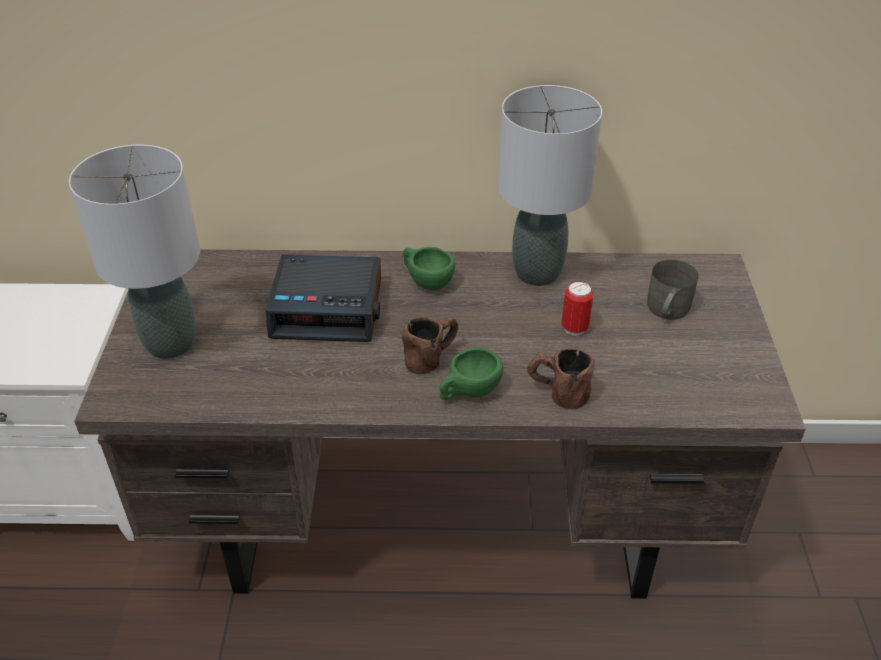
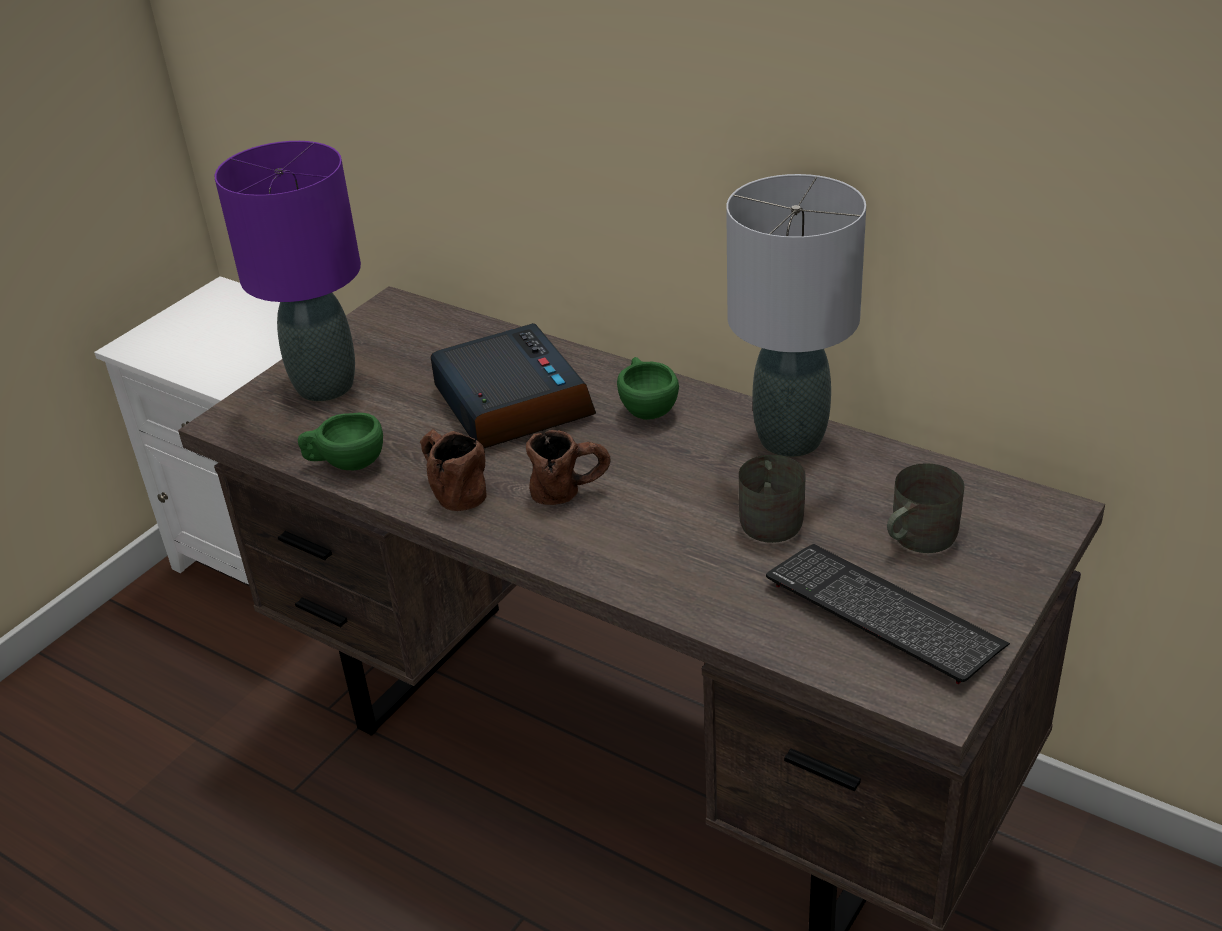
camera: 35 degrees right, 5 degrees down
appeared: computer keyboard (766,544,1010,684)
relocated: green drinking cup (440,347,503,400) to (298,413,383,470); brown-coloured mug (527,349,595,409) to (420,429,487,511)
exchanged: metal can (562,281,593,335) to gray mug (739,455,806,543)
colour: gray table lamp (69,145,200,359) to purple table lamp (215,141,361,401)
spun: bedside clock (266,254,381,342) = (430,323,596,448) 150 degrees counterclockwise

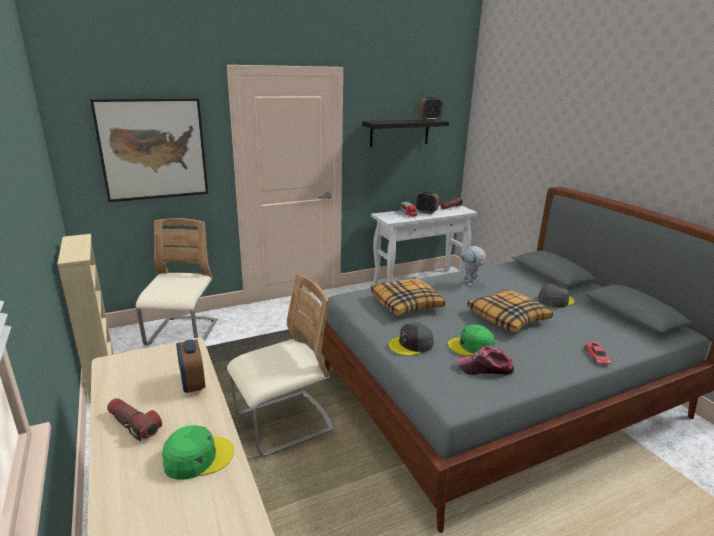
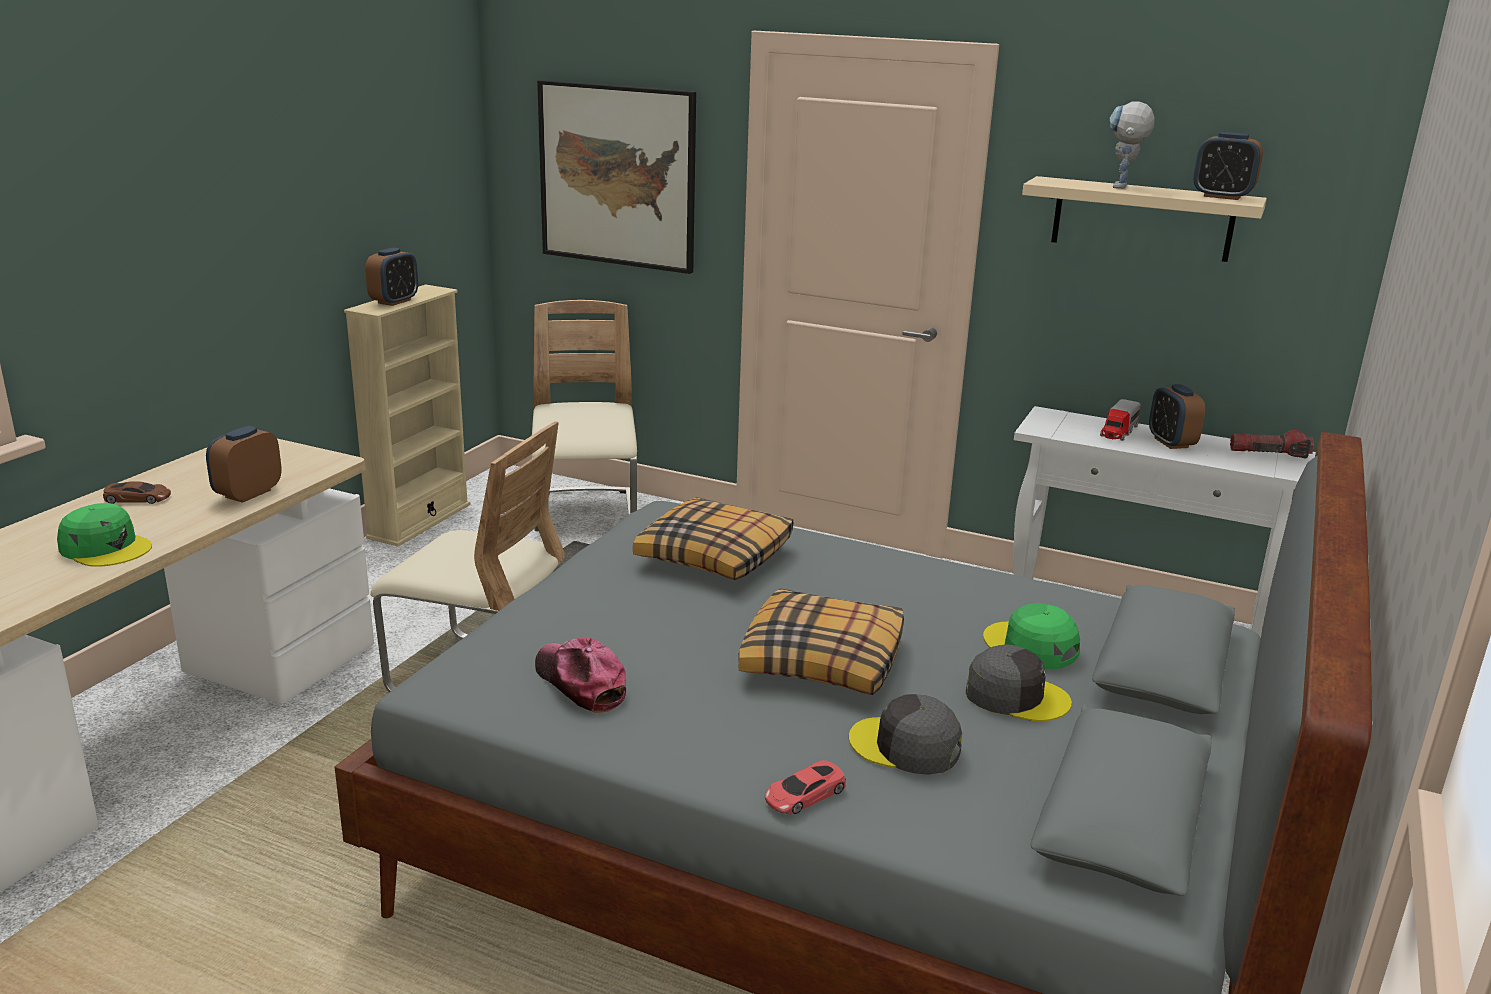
camera: 50 degrees right, 0 degrees up
appeared: bedside clock (365,248,418,306)
relocated: gray baseball cap (389,322,434,356) to (849,694,962,775); green baseball cap (448,324,495,356) to (983,603,1080,670); toy robot (461,246,486,286) to (1110,101,1155,189)
exchanged: torch (107,398,162,441) to brown-coloured miniature car (103,481,171,504)
colour: black bracket shelf (362,119,449,147) to beige-coloured bracket shelf (1022,176,1267,262)
spun: beige-coloured upright chair (136,218,218,345) = (531,300,637,531) 60 degrees counterclockwise

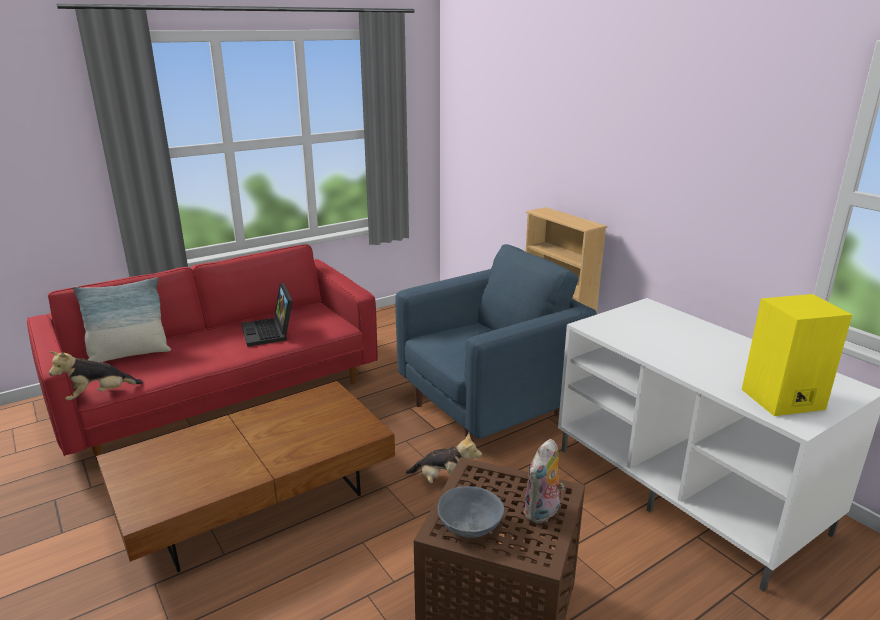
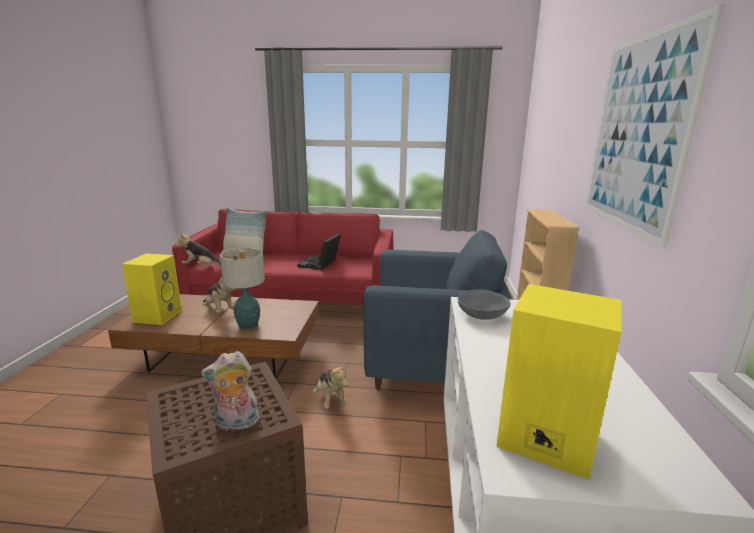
camera: 40 degrees right, 5 degrees down
appeared: yellow-coloured audio speaker (122,254,182,325); soft toy (202,278,236,313); table lamp (220,248,265,330); picture (585,4,724,248)
relocated: gray serving bowl (438,486,504,538) to (458,289,511,320)

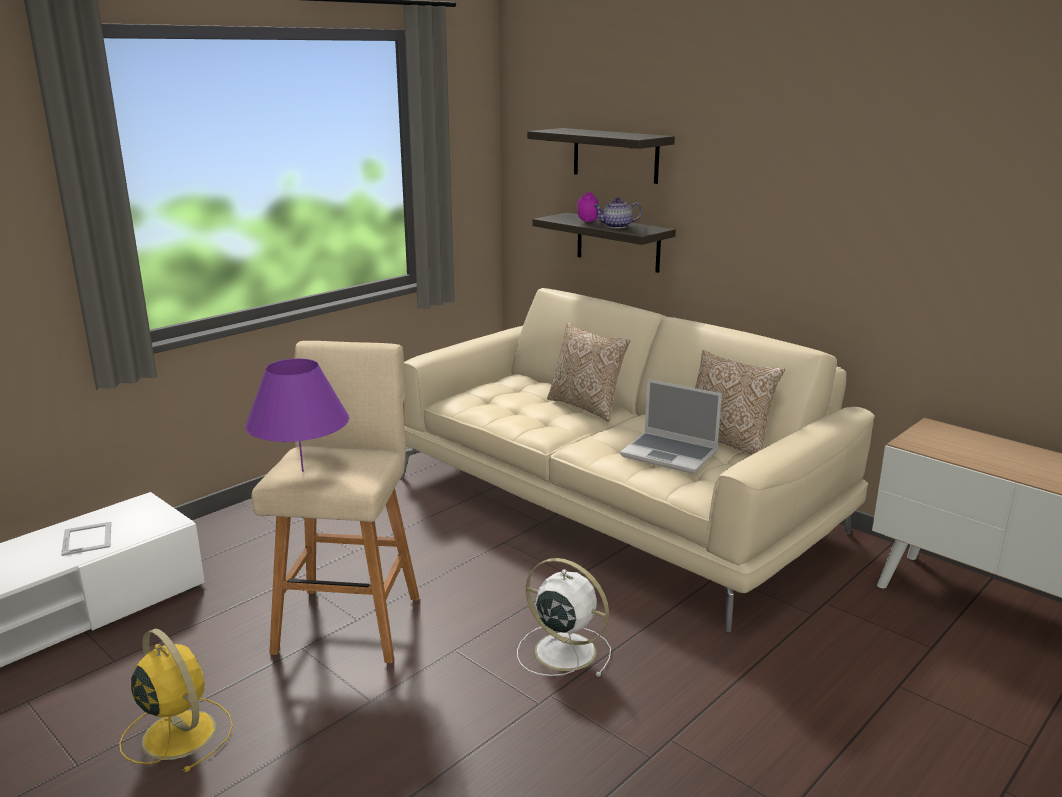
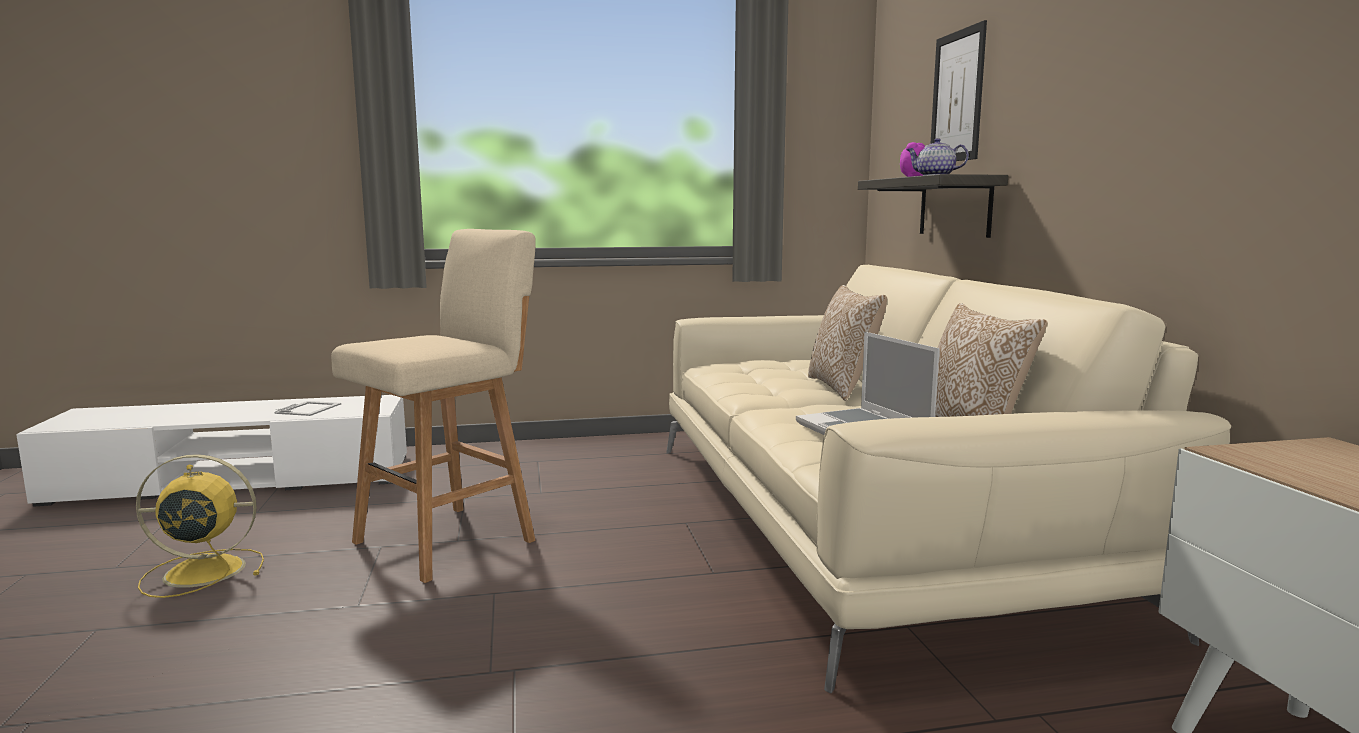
camera: 35 degrees right, 10 degrees down
missing: purple table lamp (245,358,349,472); whitish fan (517,558,611,677)
exchanged: bracket shelf (527,128,675,184) to picture (930,20,987,161)
spun: yellow-coloured fan (119,628,233,772) = (136,454,264,598) 90 degrees counterclockwise

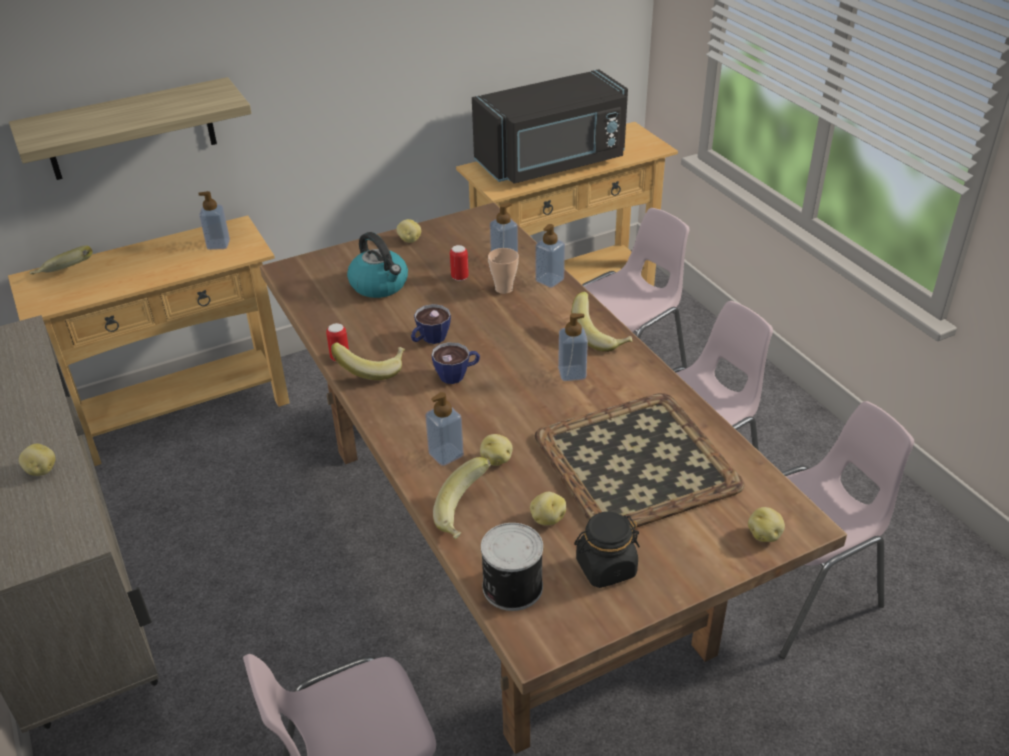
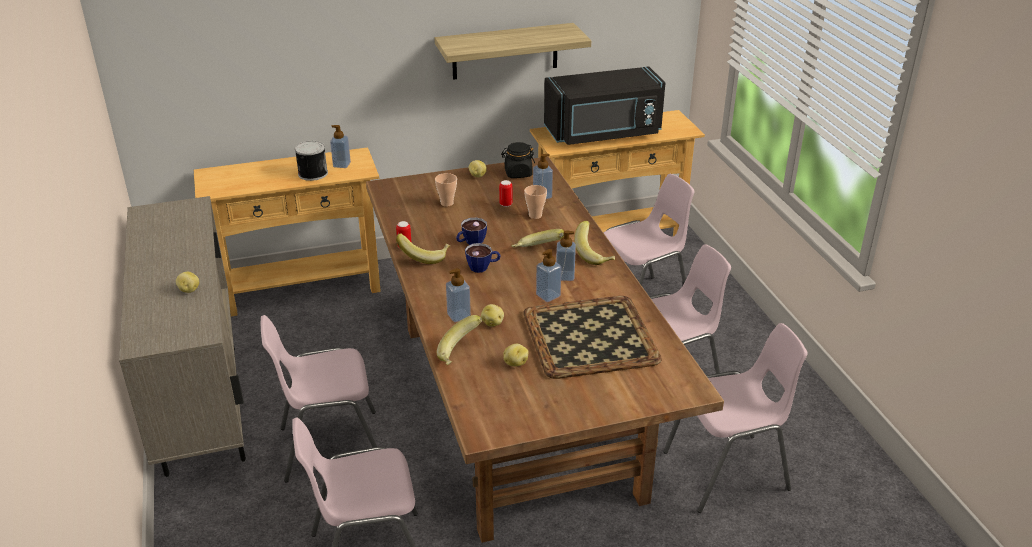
camera: 10 degrees right, 5 degrees down
missing: whole potato (748,507,785,542)
appeared: pink-coloured upright chair (261,315,377,482)
relocated: metal can (481,523,543,611) to (295,141,328,181); bracket shelf (9,77,252,180) to (434,23,591,80); black preserve jar (574,512,640,588) to (501,142,535,178); banana (29,245,93,275) to (511,229,564,248); soap bottle (535,224,565,288) to (536,249,562,302)
exchanged: water kettle (347,232,408,298) to drinking cup (435,173,457,207)

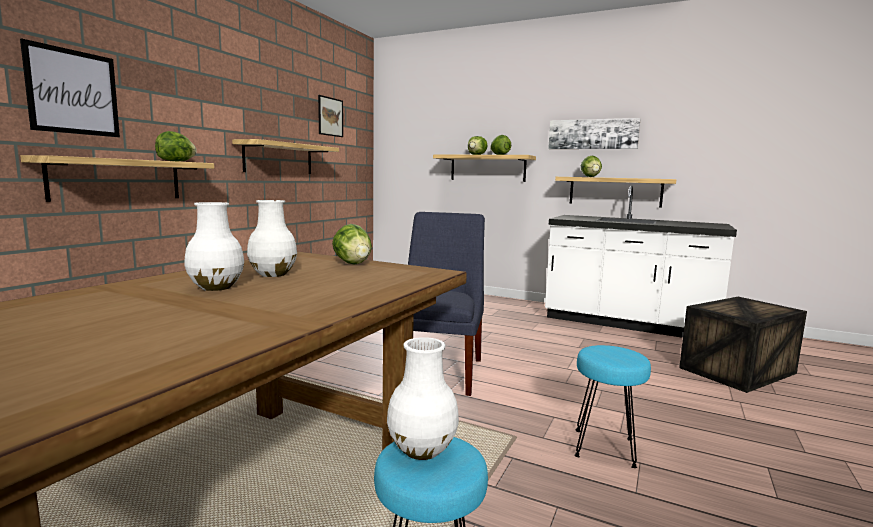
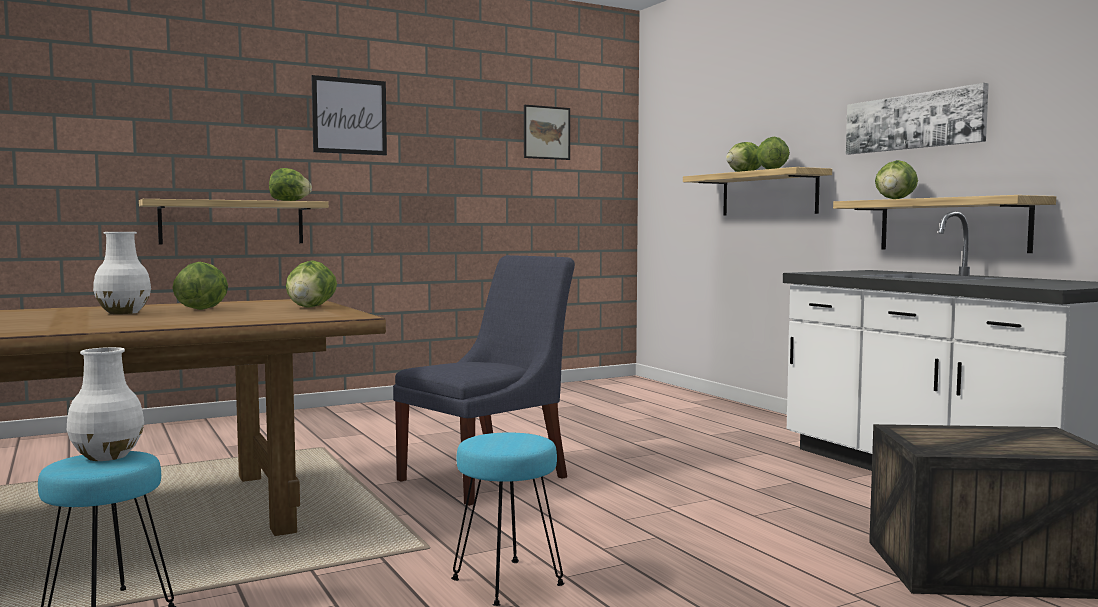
camera: 35 degrees right, 5 degrees down
missing: bracket shelf (232,139,339,174)
relocated: picture (20,38,120,137) to (311,75,387,155)
exchanged: whitish vase (247,200,297,277) to lettuce (172,262,228,310)

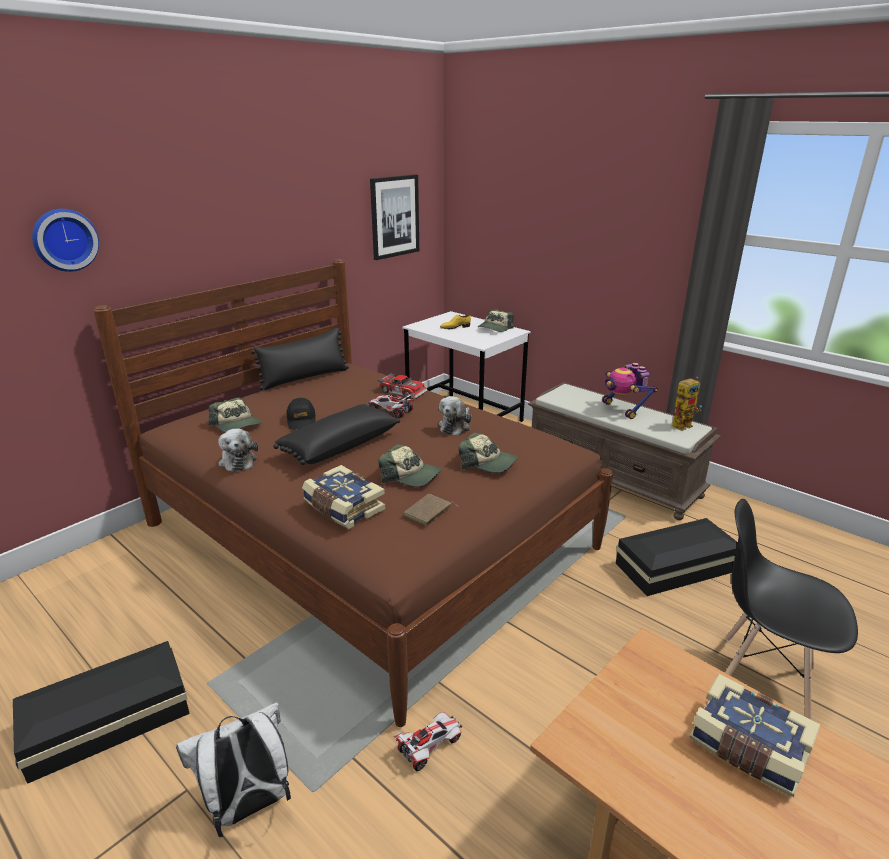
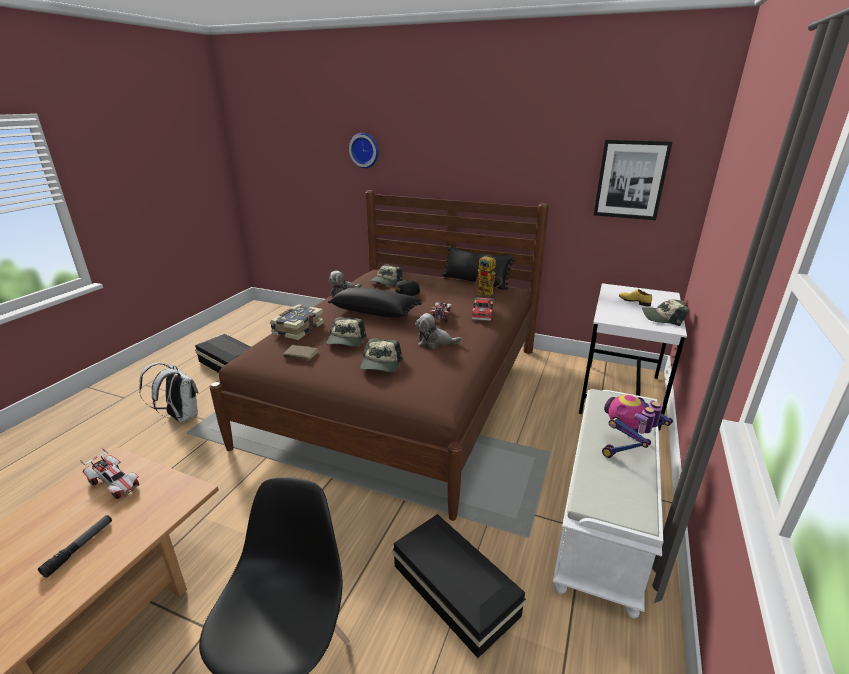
camera: 70 degrees right, 0 degrees up
relocated: miniature car (393,712,462,771) to (80,448,139,499); toy robot (672,377,702,431) to (474,256,502,297)
exchanged: book (690,674,821,797) to torch (38,515,112,578)
colour: brown-coloured indoor bench (528,382,721,520) to whitish indoor bench (553,389,664,618)

